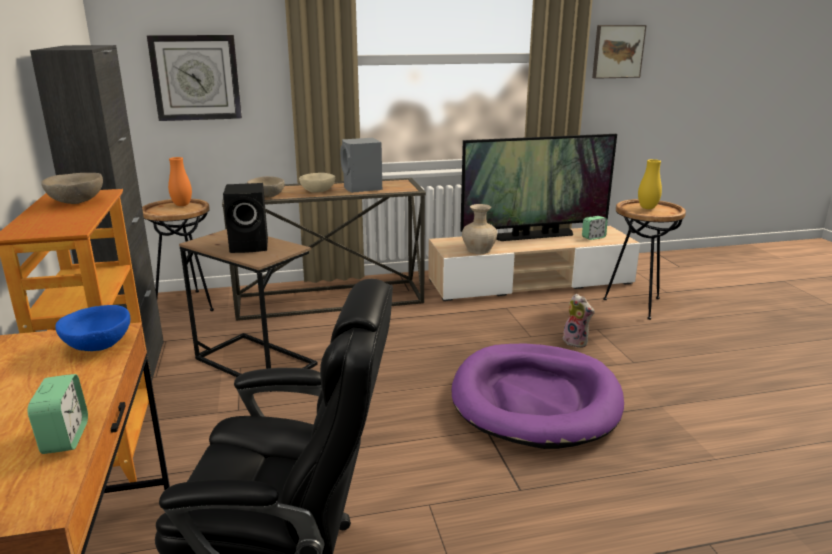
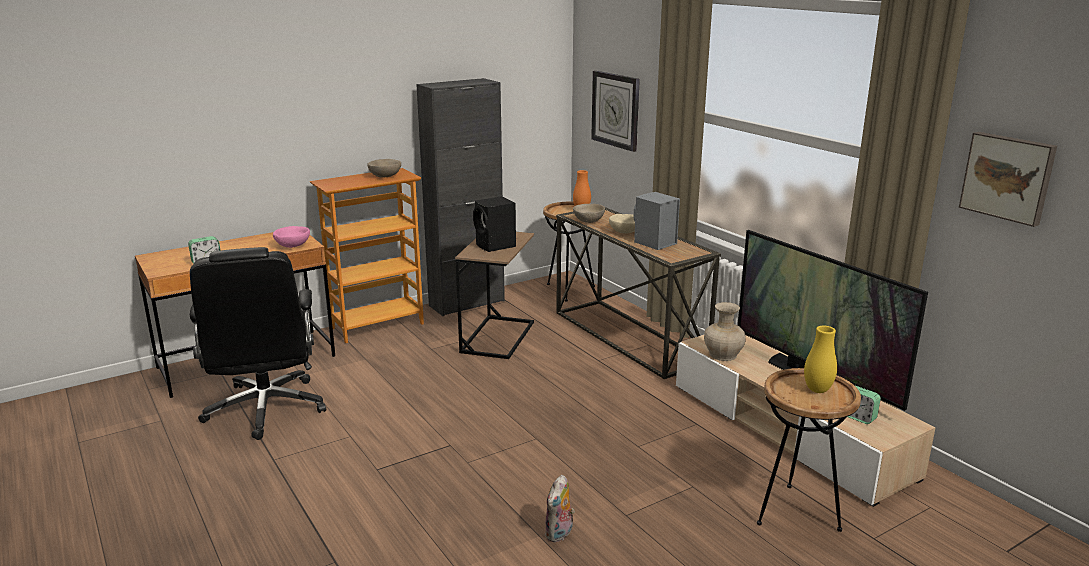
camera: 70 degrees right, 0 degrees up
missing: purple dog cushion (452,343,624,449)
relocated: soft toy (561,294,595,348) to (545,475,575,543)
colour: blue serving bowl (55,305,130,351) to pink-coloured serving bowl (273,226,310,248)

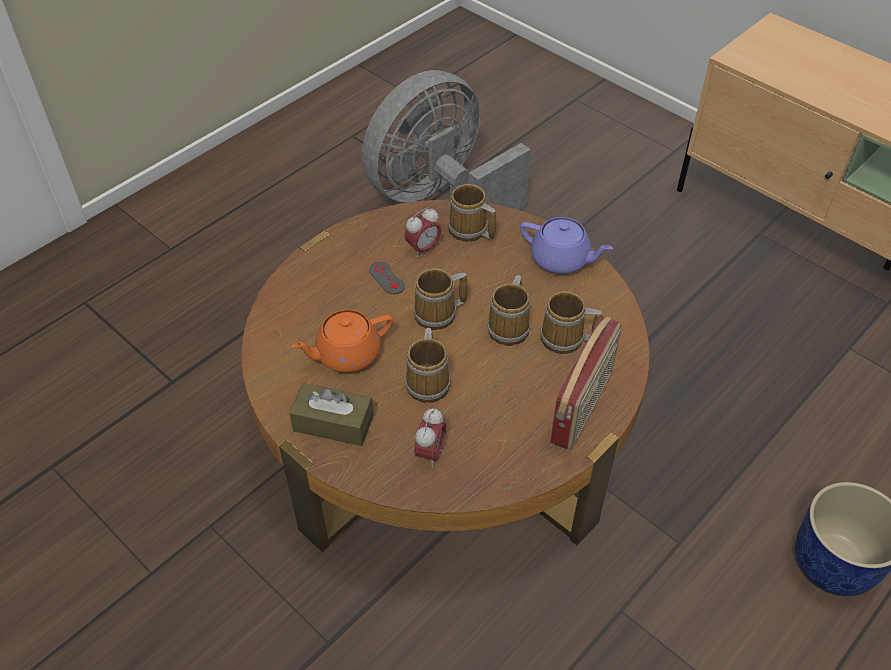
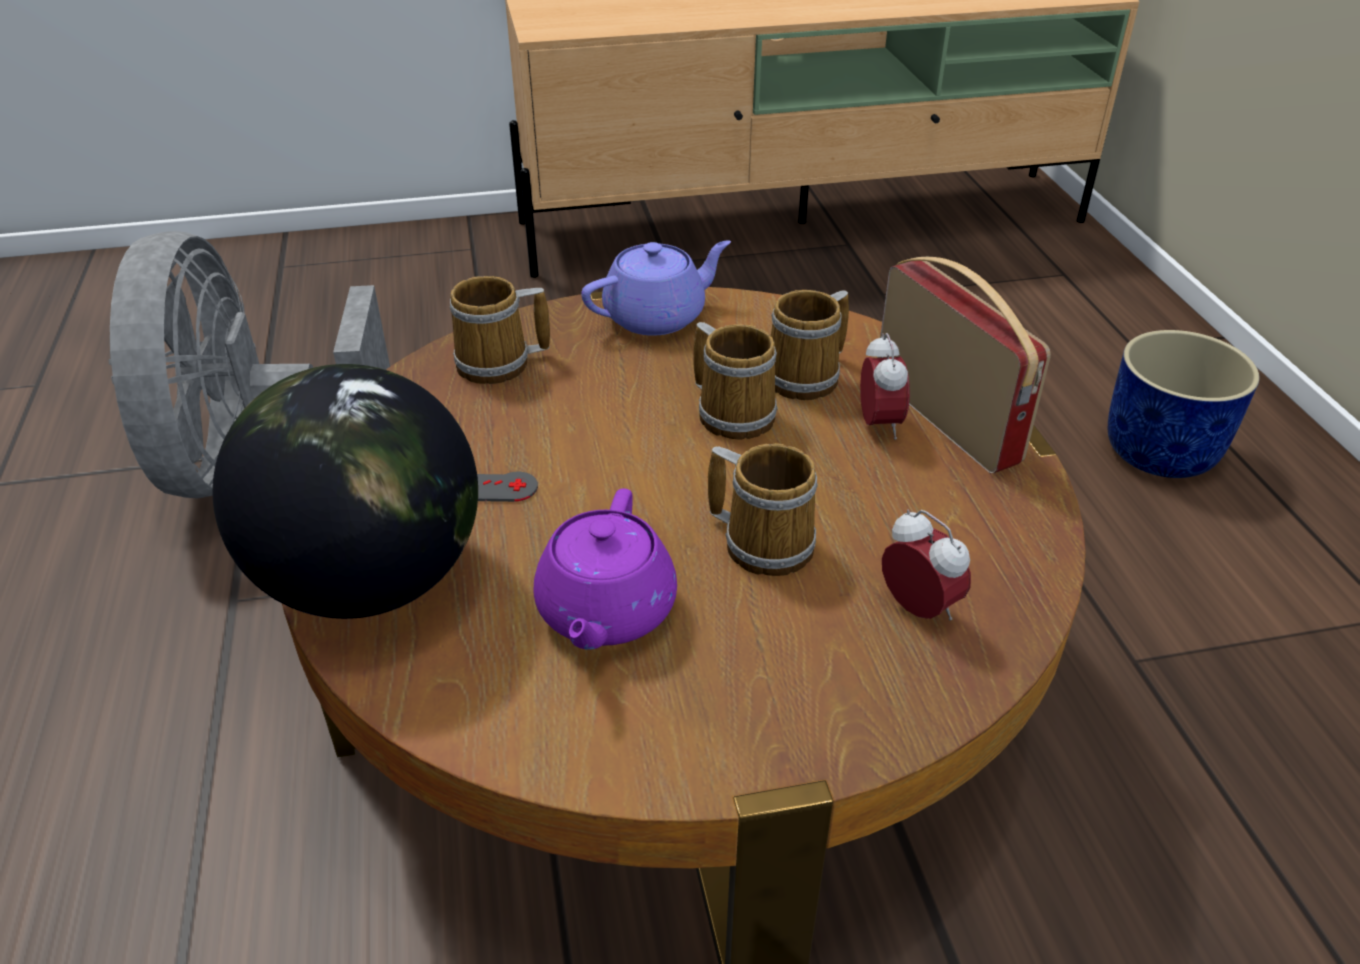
camera: 55 degrees left, 10 degrees down
missing: brown-coloured tissue holder (289,383,374,446); mug (413,268,468,330)
appeared: globe (212,364,478,619)
relocated: bedside clock (404,208,441,257) to (860,333,910,440)
colour: orangey pot for tea (292,310,393,373) to purple pot for tea (534,488,677,650)

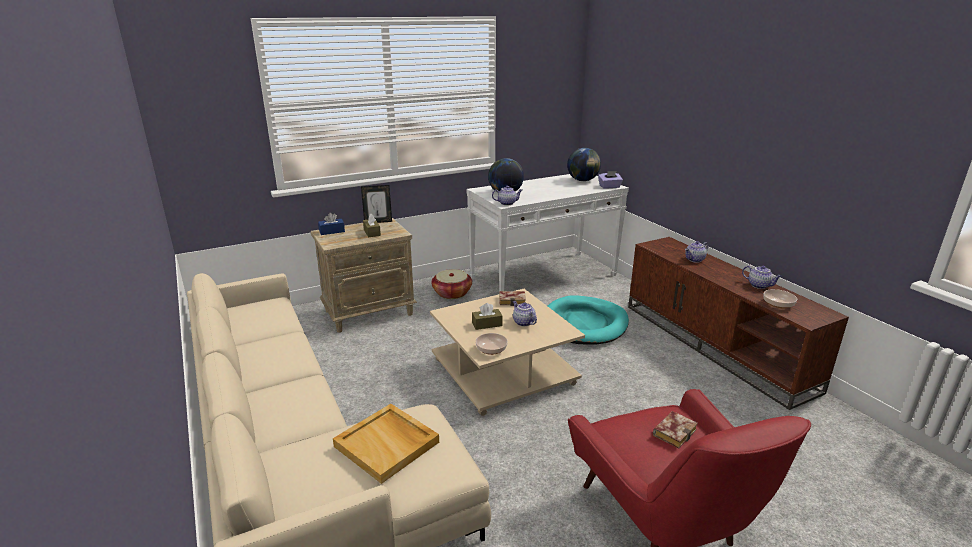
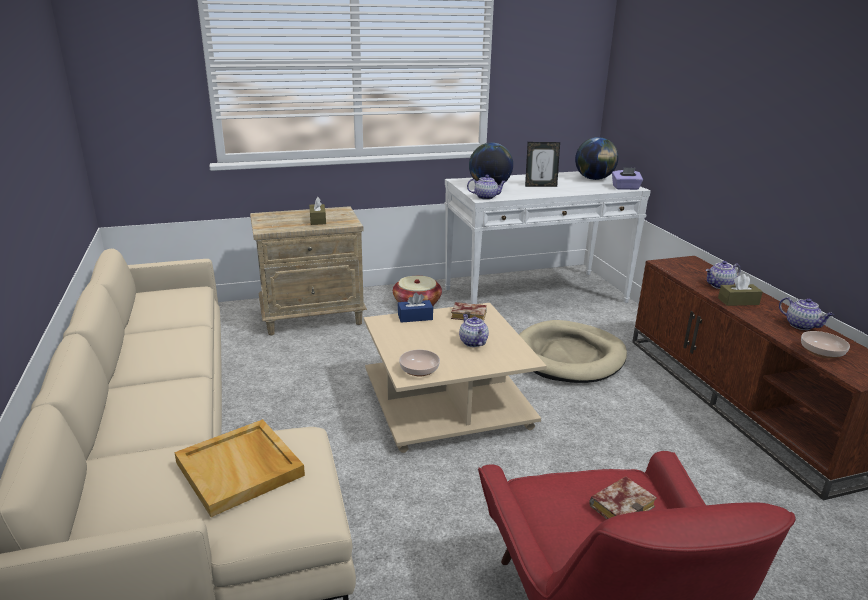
camera: 10 degrees right, 0 degrees up
relocated: blue tissue holder (318,213,345,235) to (398,293,433,323); photo frame (361,185,392,223) to (525,142,560,187); brown-coloured tissue holder (472,303,503,330) to (718,274,763,306)
colour: blue-green dog cushion (548,295,629,345) to beige-coloured dog cushion (519,320,627,383)

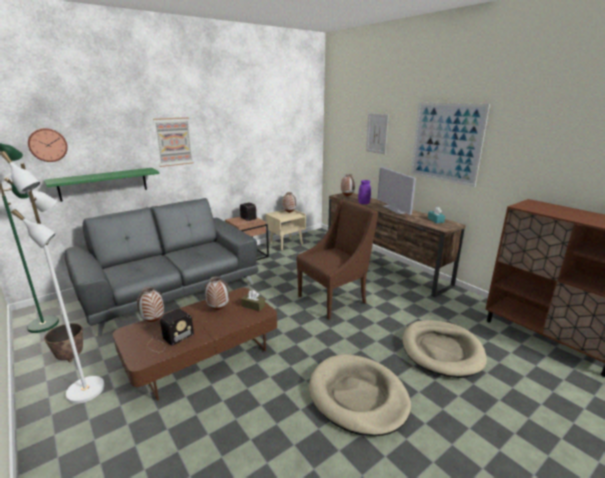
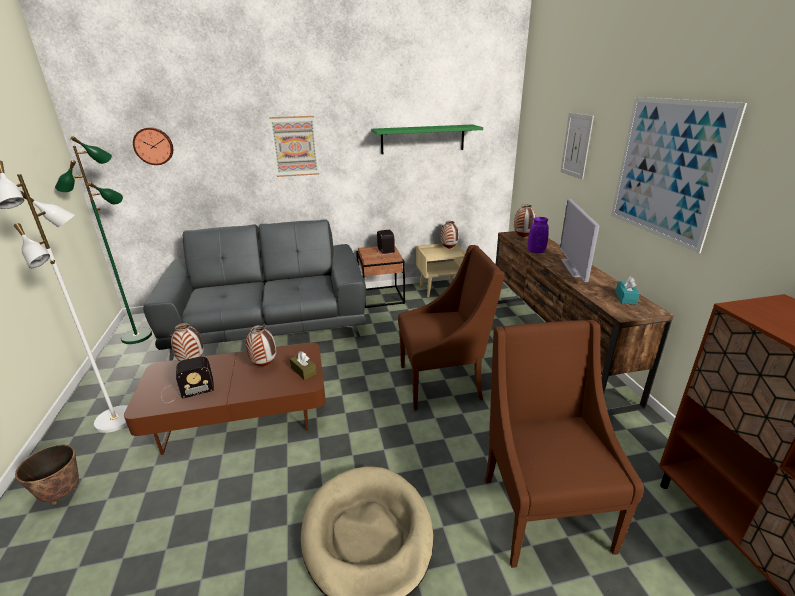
camera: 25 degrees right, 5 degrees up
relocated: plant pot (44,323,83,363) to (15,444,79,505); green bracket shelf (44,168,159,202) to (371,124,483,154)
exchanged: beige-coloured dog cushion (403,320,487,378) to brown-coloured easy chair (485,320,644,568)

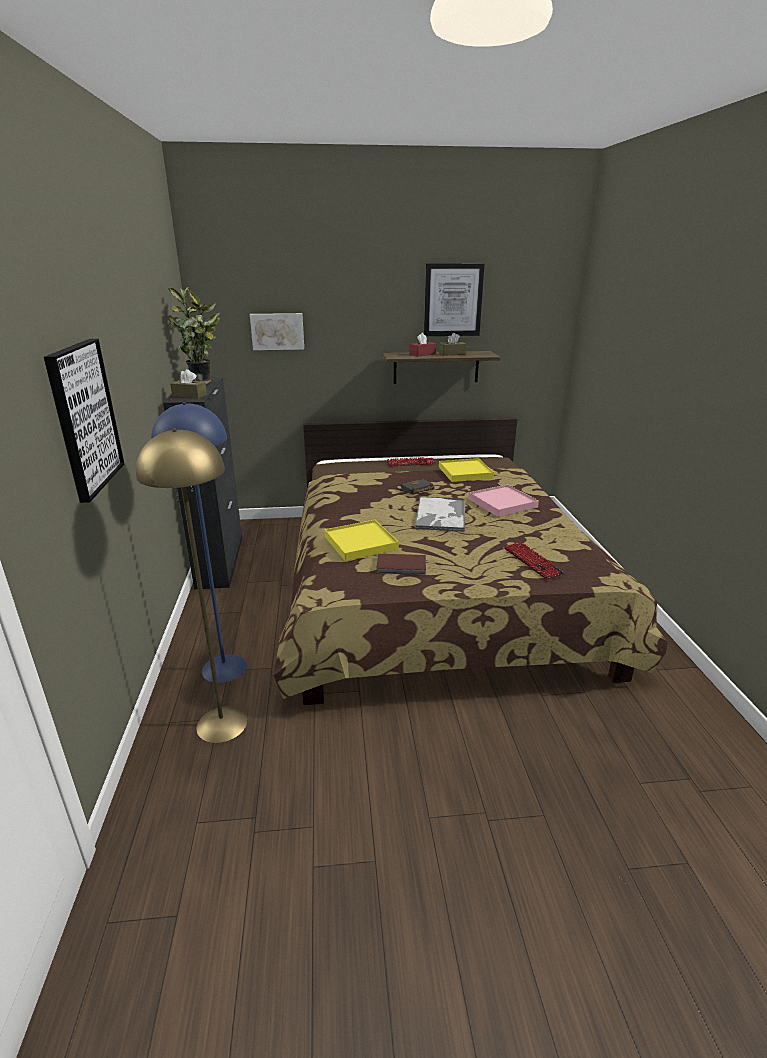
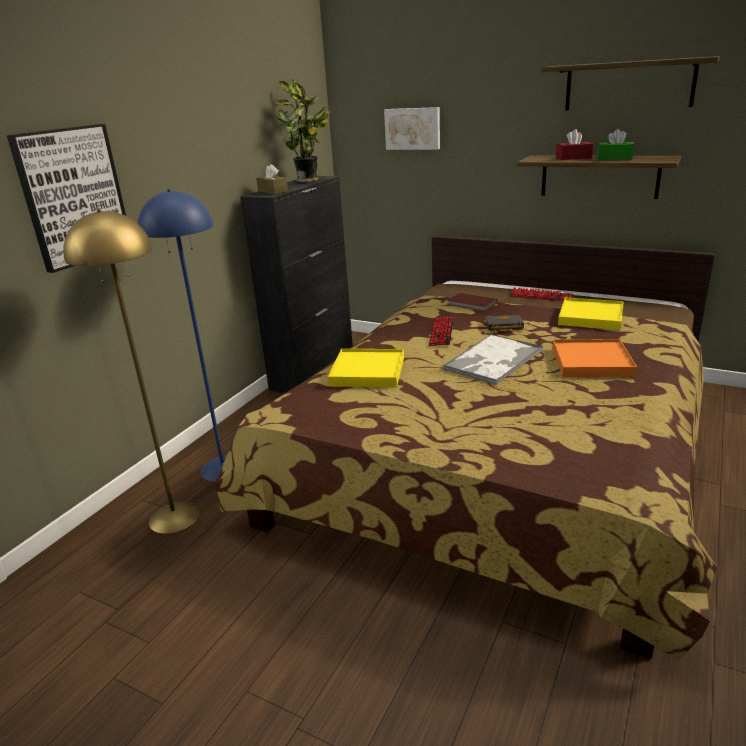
camera: 35 degrees right, 0 degrees up
relocated: computer keyboard (504,541,565,580) to (429,316,454,346); brown-coloured book (376,554,426,575) to (447,293,497,312)
exchanged: picture (424,263,484,336) to bracket shelf (541,56,720,110)
colour: pink-coloured tray (469,484,539,517) to orangey tray (553,339,637,377); brown-coloured tissue holder (439,333,466,356) to green tissue holder (597,129,634,160)

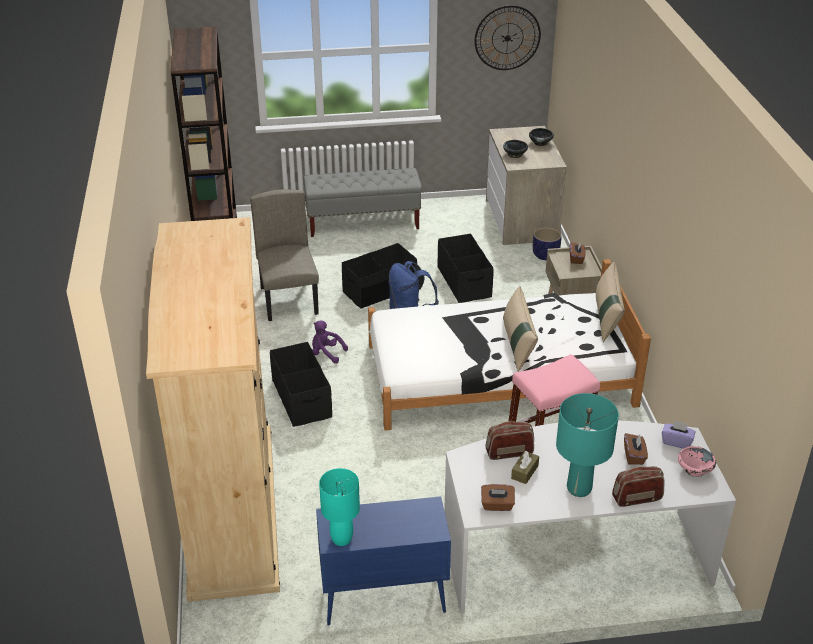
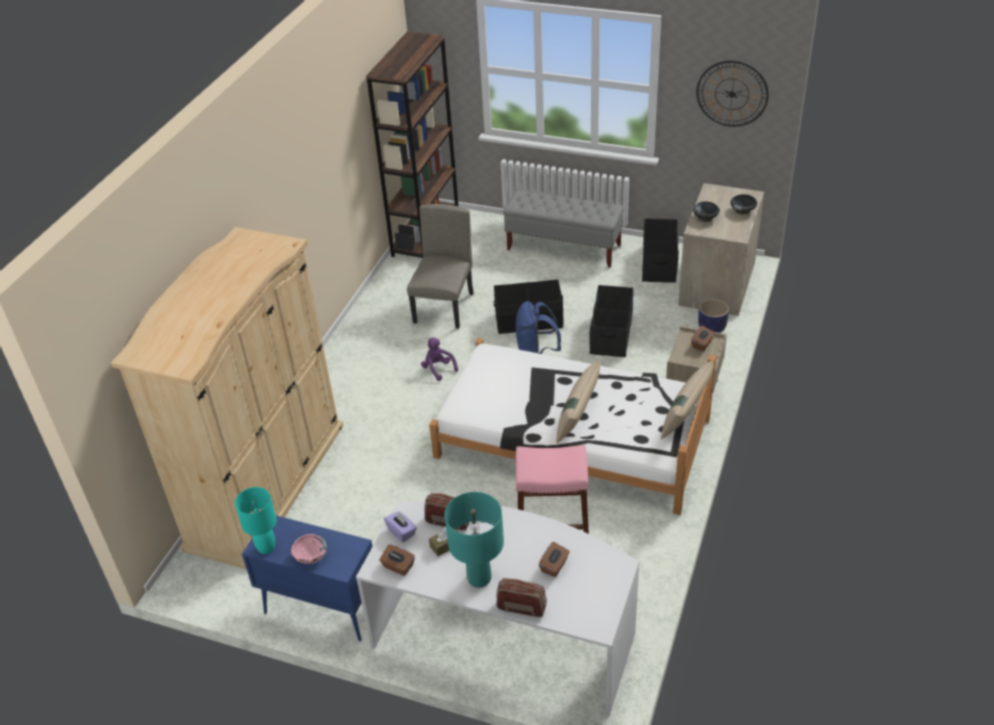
camera: 30 degrees right, 5 degrees up
relocated: pink-coloured serving bowl (678,446,716,477) to (291,534,327,564); purple tissue holder (662,420,695,449) to (384,511,417,542); black storage bin (270,342,332,427) to (642,219,679,283)

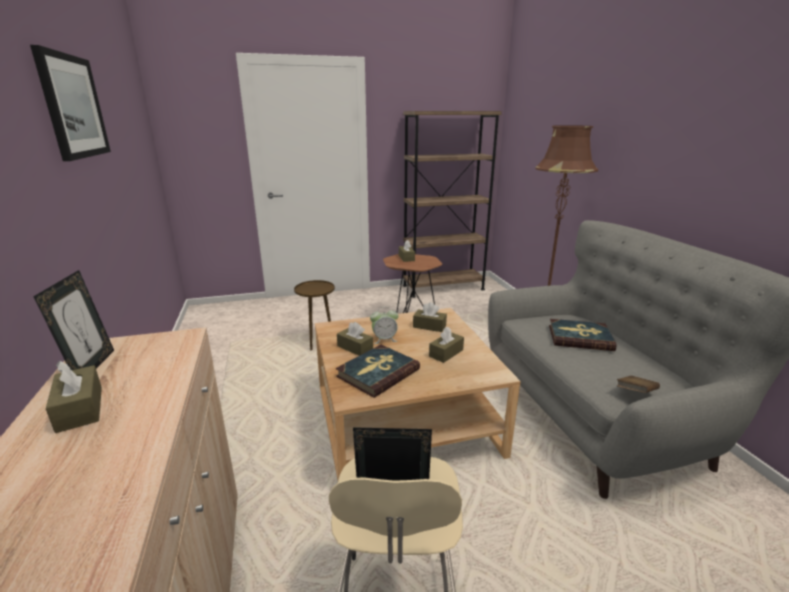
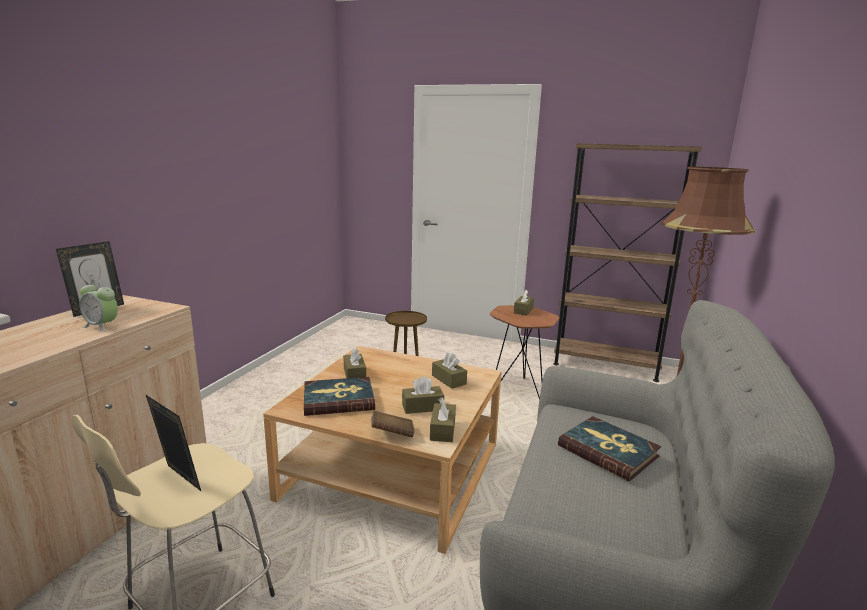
camera: 35 degrees right, 5 degrees down
missing: picture (30,45,111,161)
relocated: bedside clock (370,307,399,344) to (80,280,118,332); brown-coloured book (617,376,660,393) to (371,410,415,437); brown-coloured tissue holder (46,361,102,433) to (430,397,456,442)

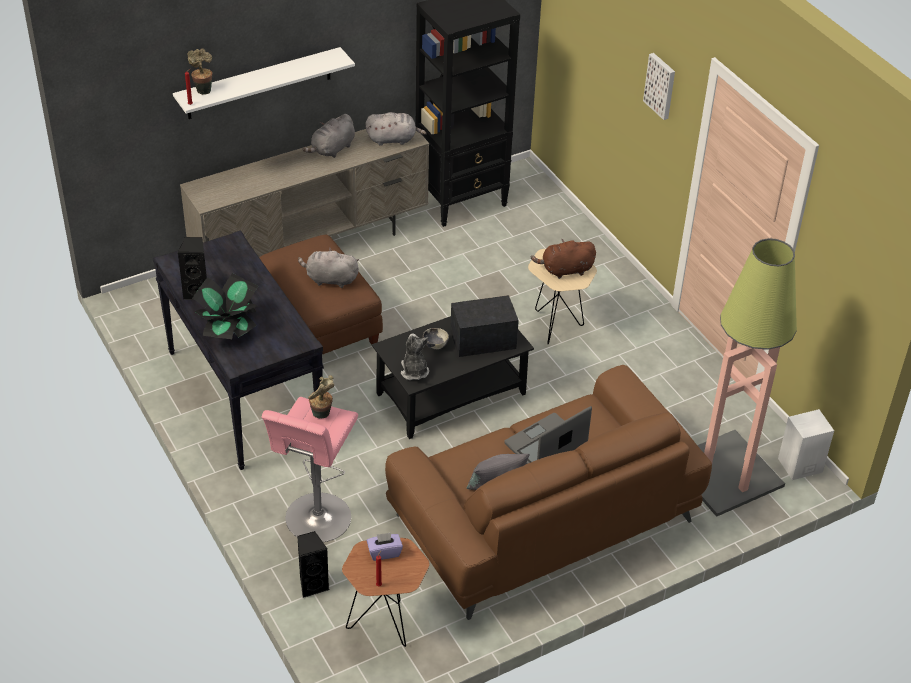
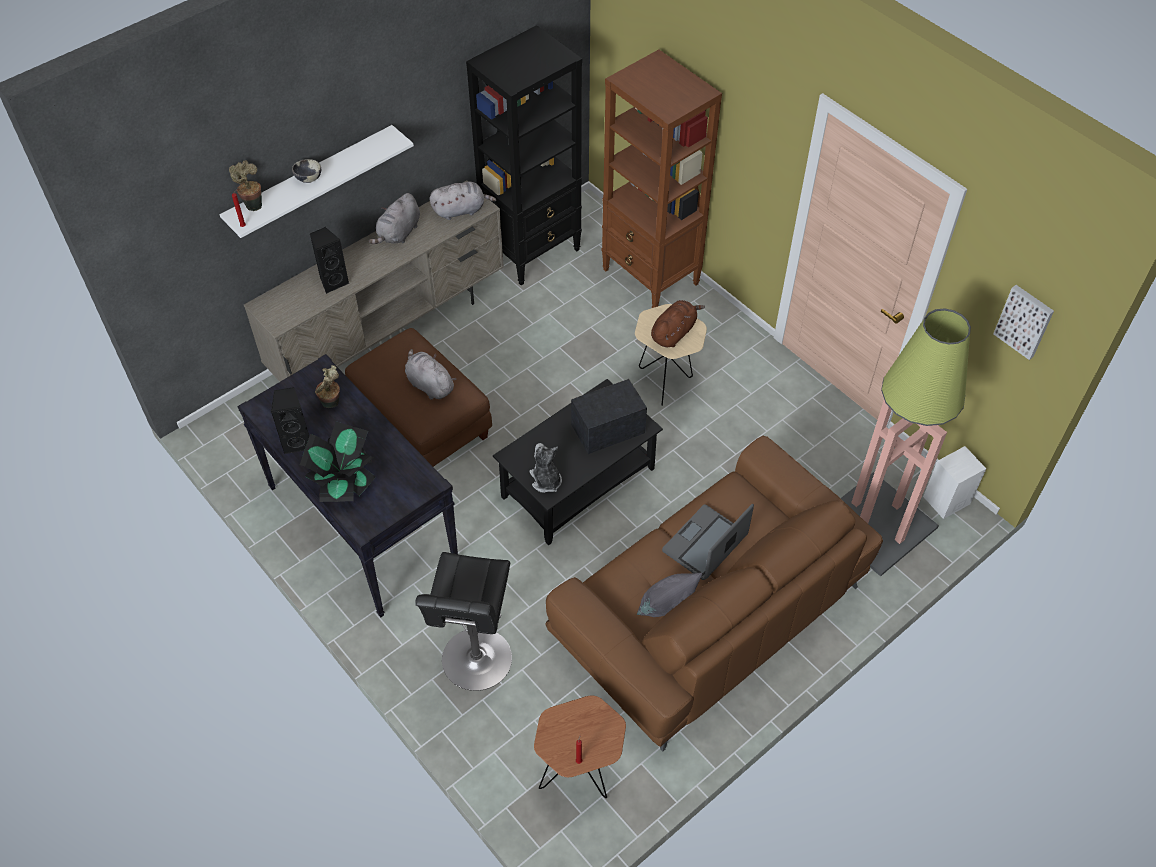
camera: 10 degrees left, 10 degrees up
missing: purple tissue holder (367,533,403,561)
appeared: brown-coloured shelving unit (601,50,722,308)
relocated: serving bowl (423,328,449,350) to (292,159,321,183); black audio speaker (297,531,329,598) to (310,227,349,294); plant in a pot (308,375,334,418) to (315,365,340,408); picture (643,53,675,120) to (993,285,1054,360)
colour: pink-coloured stool seat (262,397,358,542) to black stool seat (415,552,512,691)
spun: gray soft toy (298,247,359,288) = (405,349,456,400) 45 degrees clockwise; brown-coloured soft toy (531,239,596,279) = (651,300,705,347) 150 degrees clockwise

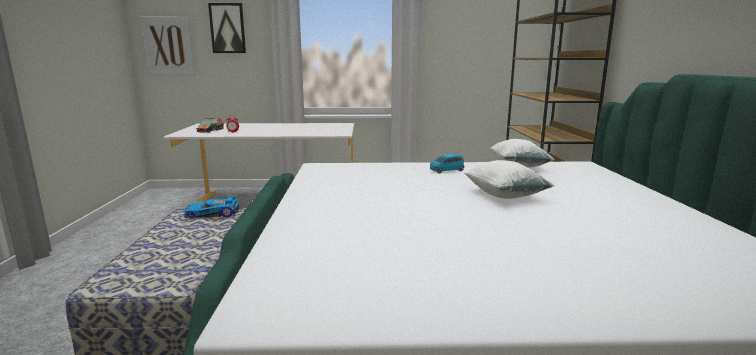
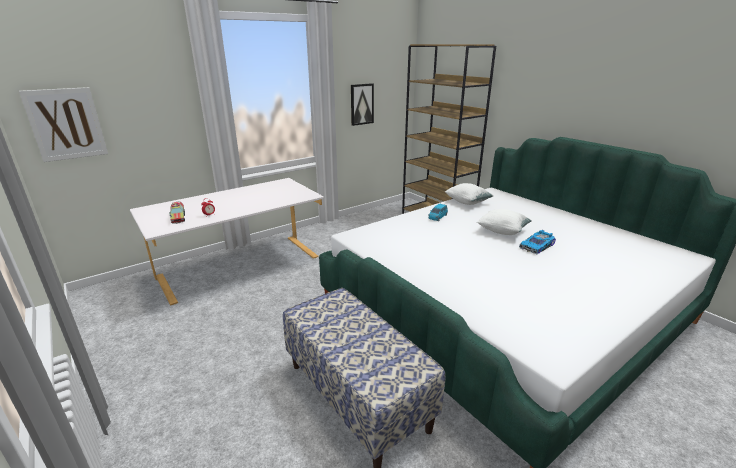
camera: 35 degrees left, 10 degrees up
relocated: picture (208,3,246,53) to (351,83,374,126); miniature car (184,196,239,218) to (519,230,556,254)

